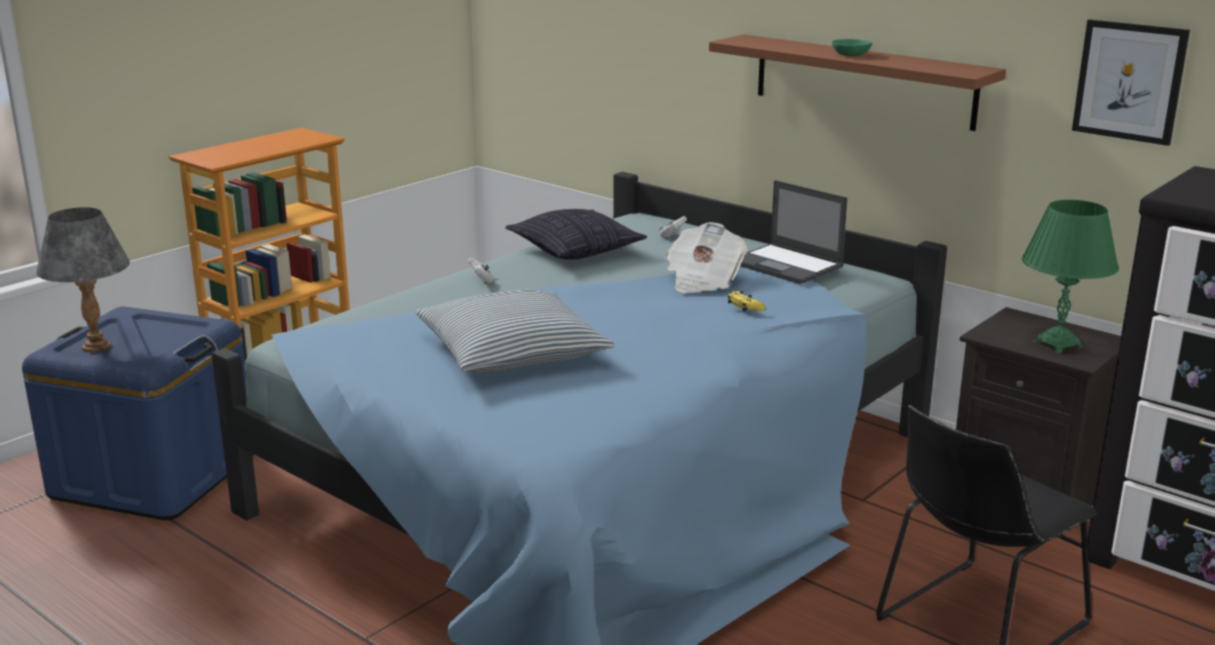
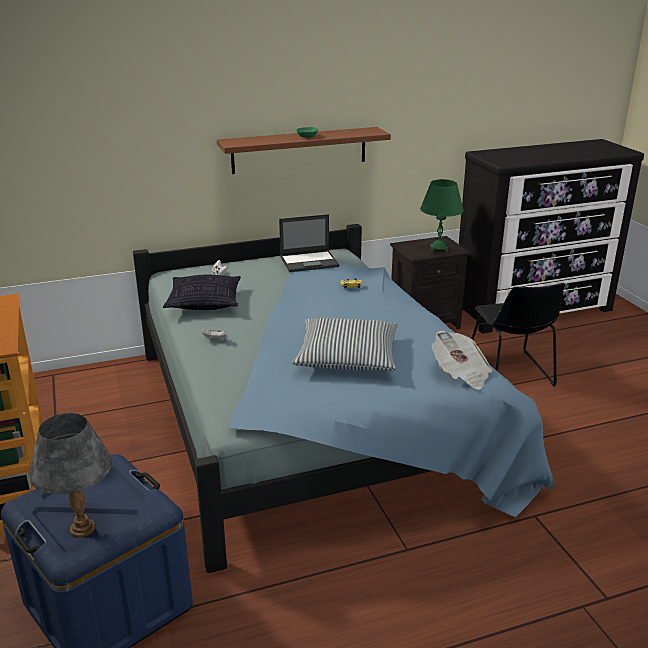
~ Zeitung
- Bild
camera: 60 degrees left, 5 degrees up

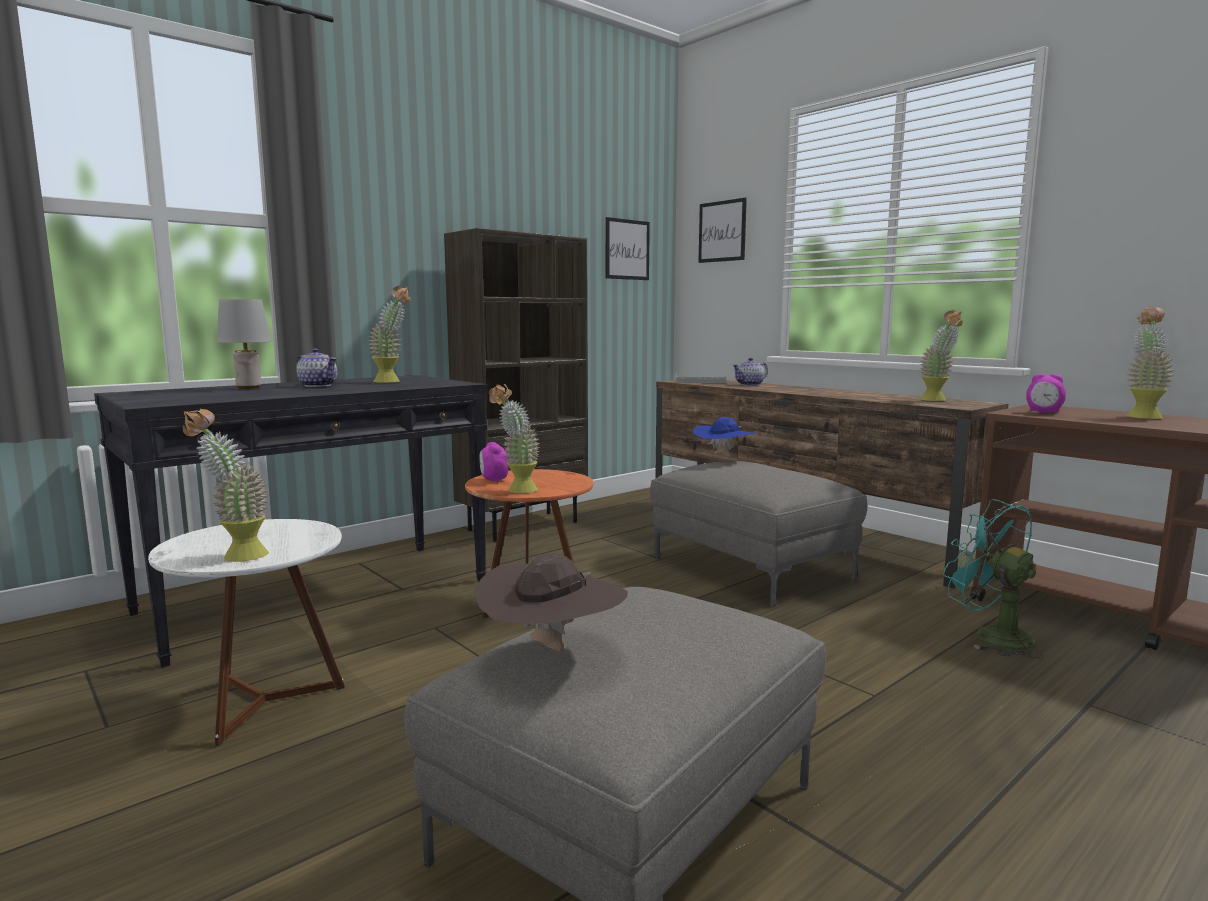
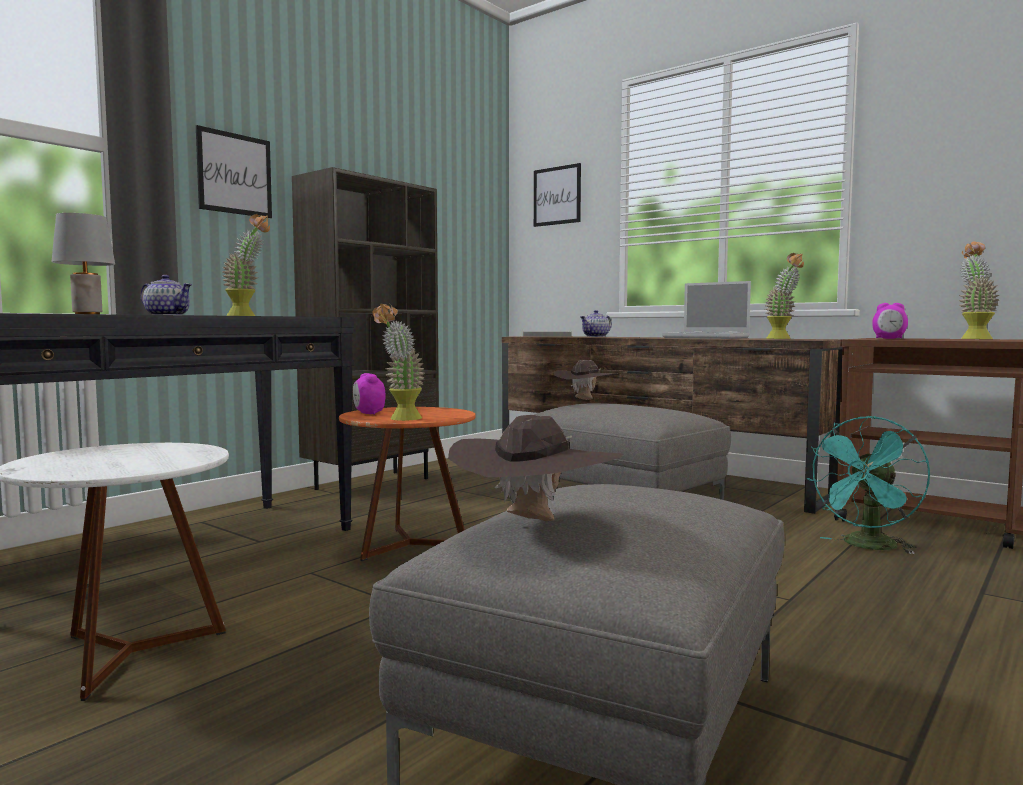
- Topfpflanze (no. 1 from left)
~ Bild (no. 1 from left)
~ Hut/blau to Hut/braun (no. 2 from left)
~ Ventilator/türkis 90 degrees counterclockwise
+ Laptop
camera: 10 degrees left, 5 degrees down

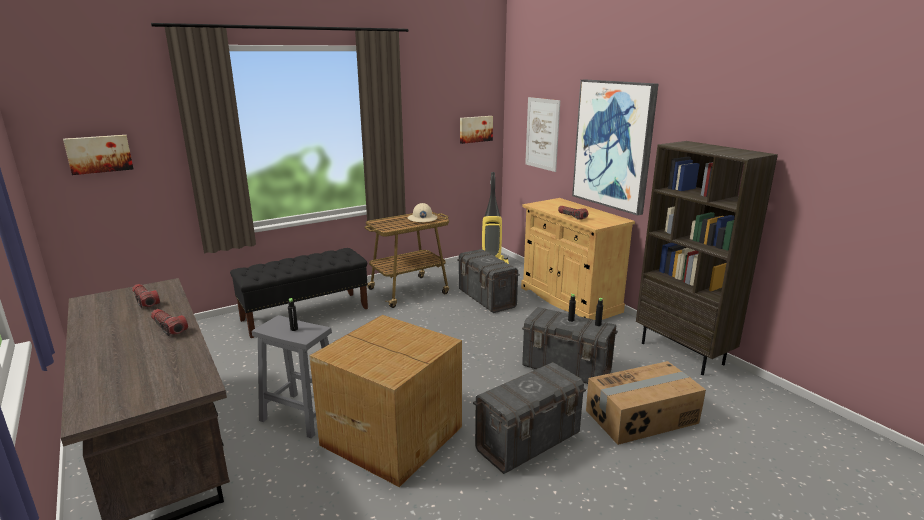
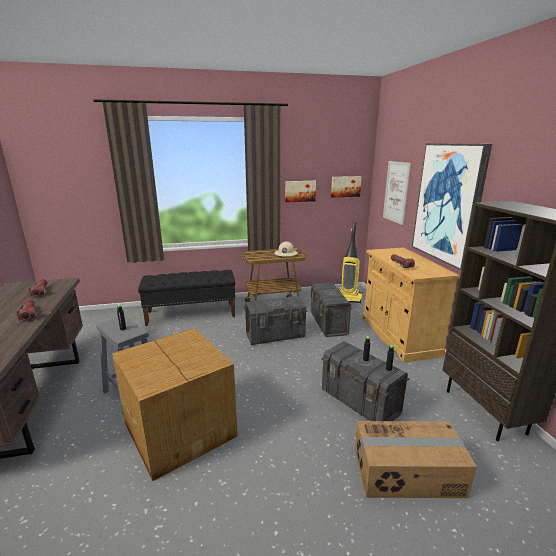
~ Bild (no. 1 from left)
~ Aufbewahrungsbox/grau (no. 2 from left in the first image) to Aufbewahrungsbox/grau (no. 1 from left)
camera: 20 degrees right, 0 degrees up

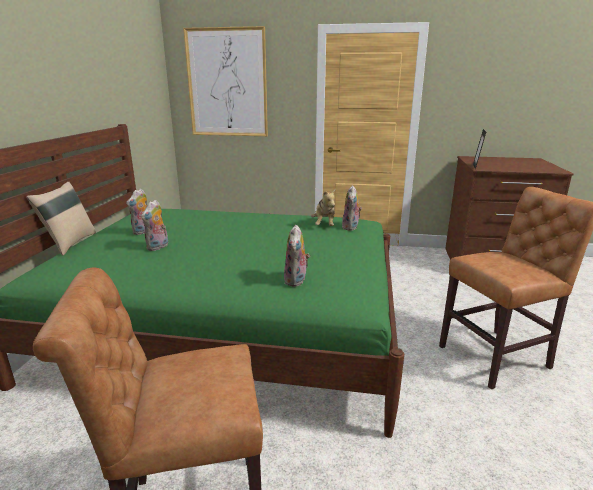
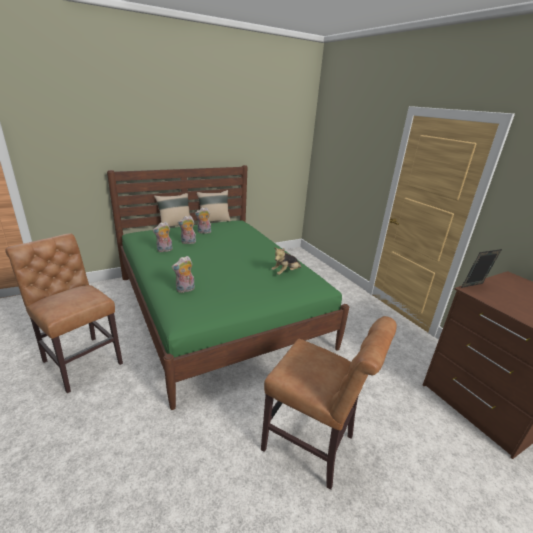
- Bild
~ Plüschtier (no. 5 from left in the first image) to Plüschtier (no. 1 from left)
+ Kissen/beige (no. 2 from left)
camera: 50 degrees right, 5 degrees up

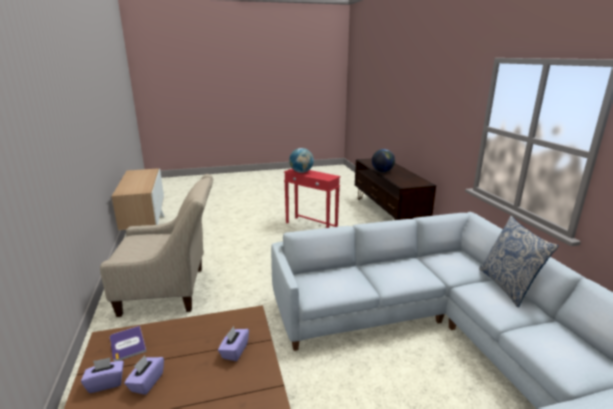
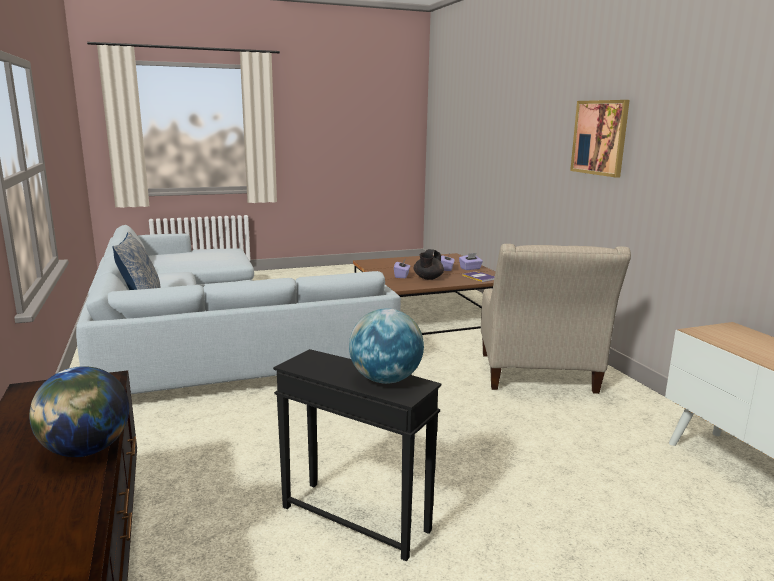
~ Sessel/beige 75 degrees counterclockwise
~ Beistelltisch/rot to Beistelltisch/schwarz
+ Teekanne/schwarz
+ Bild
camera: 175 degrees right, 5 degrees down

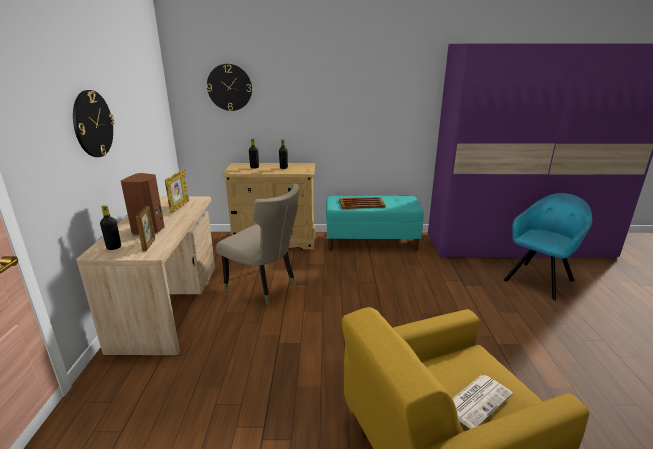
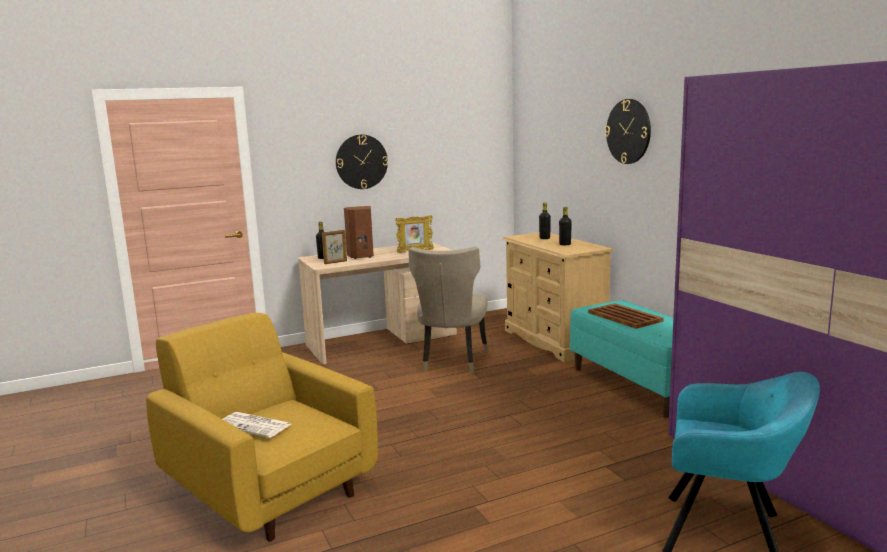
~ Wanduhr (no. 2 from left)
camera: 65 degrees right, 10 degrees down

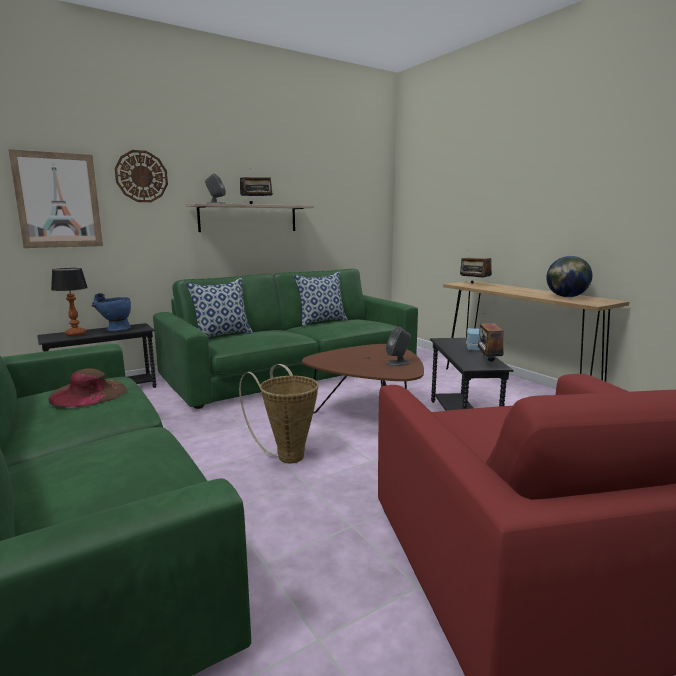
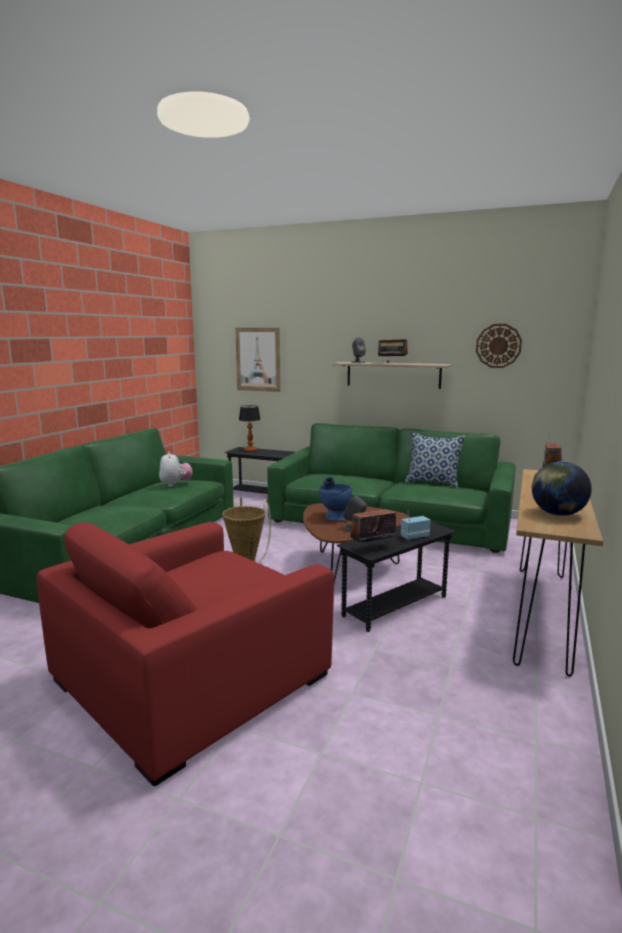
~ Hut/braun to Plüschtier
~ Vase/blau
~ Wanduhr
- Kissen (no. 1 from left)
camera: 55 degrees right, 0 degrees up

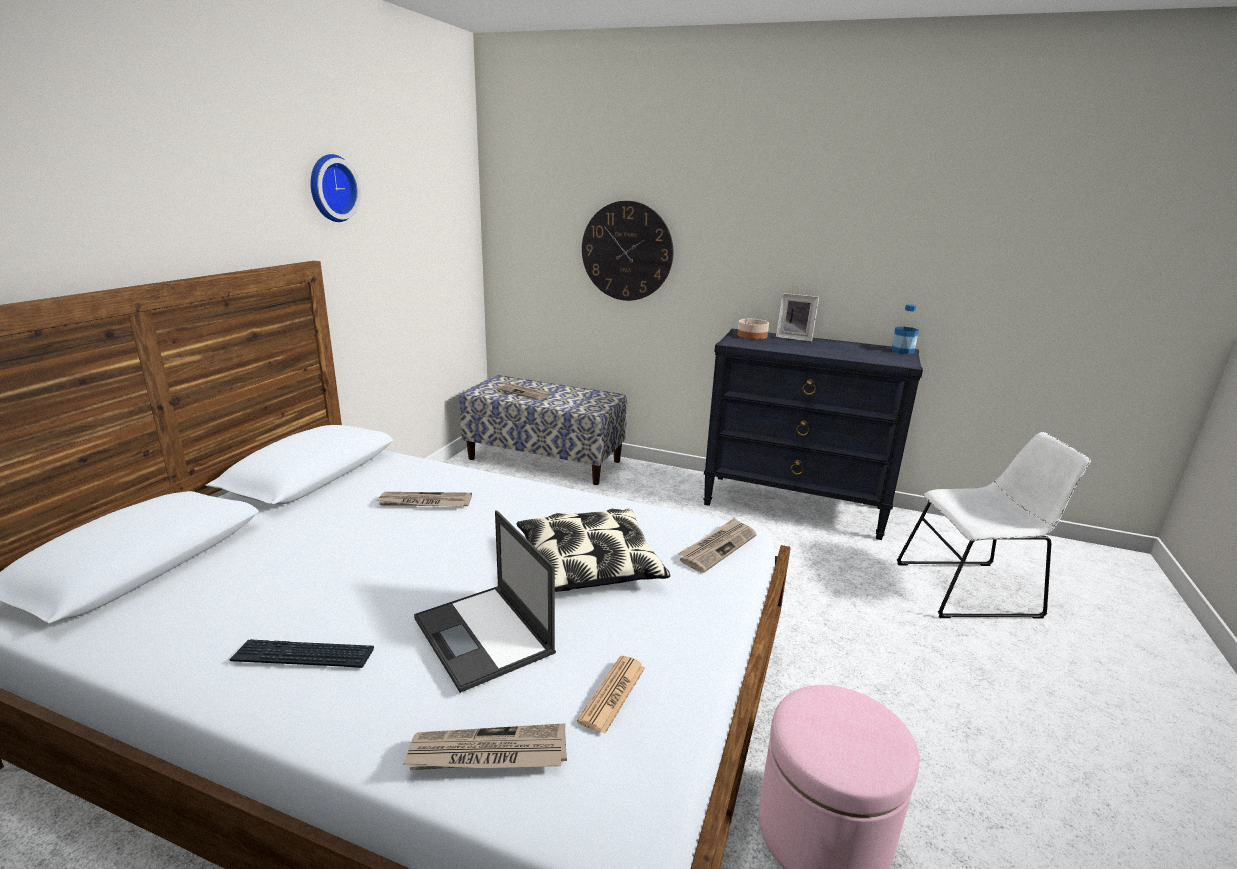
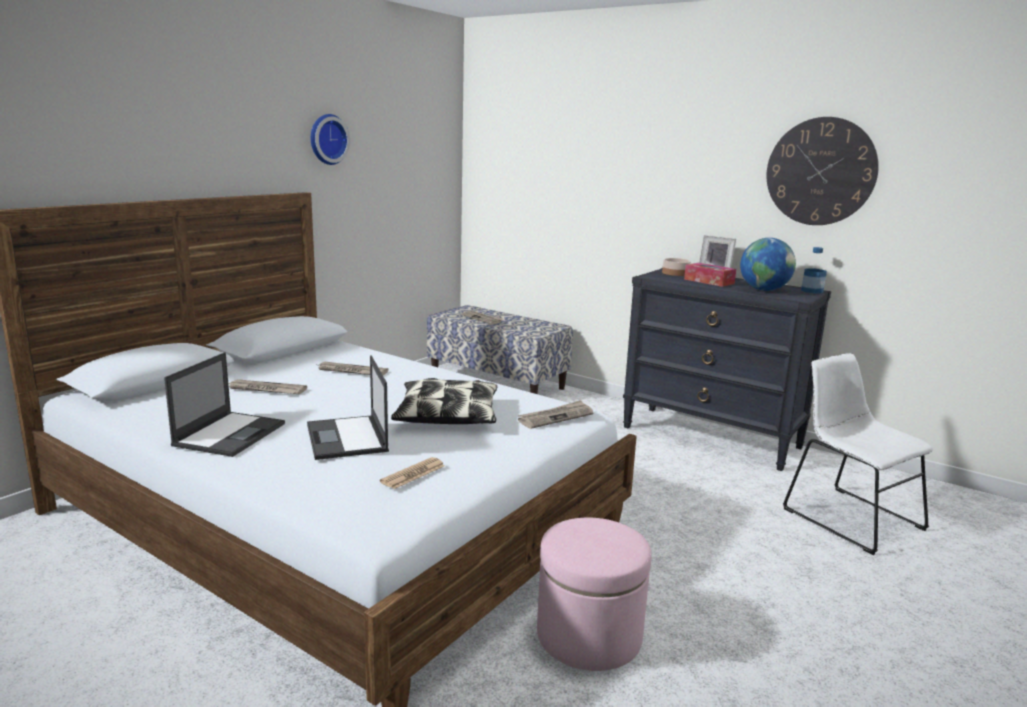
~ Tastatur to Laptop (no. 1 from left)
~ Zeitung (no. 2 from left in the first image) to Zeitung (no. 1 from left)
~ Wanduhr (no. 2 from left)
~ Stuhl/weiß 135 degrees counterclockwise
+ Taschentuchbox
+ Globus
camera: 15 degrees right, 5 degrees down

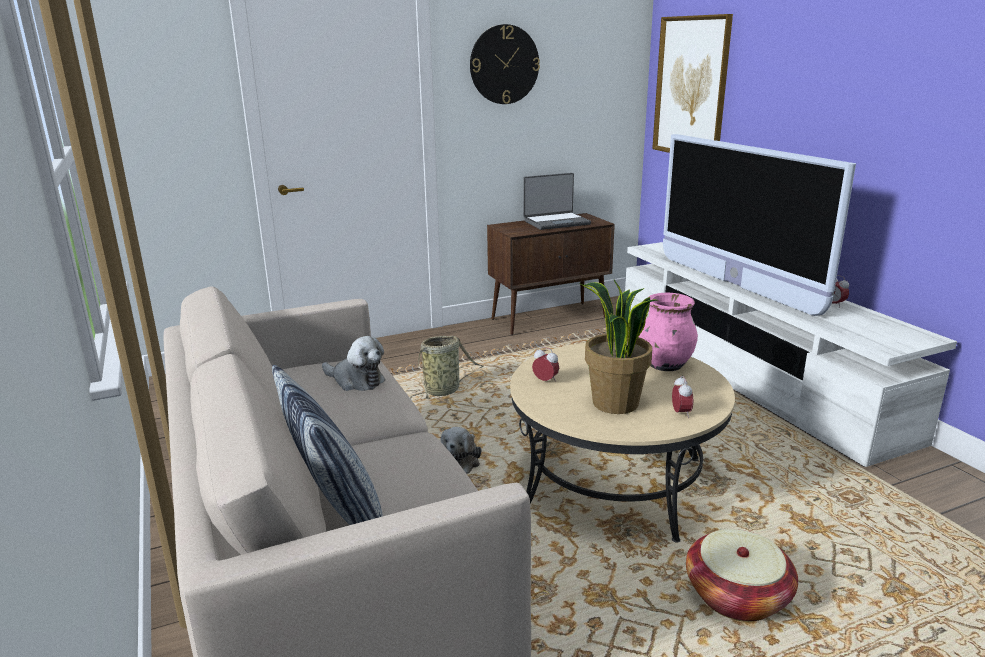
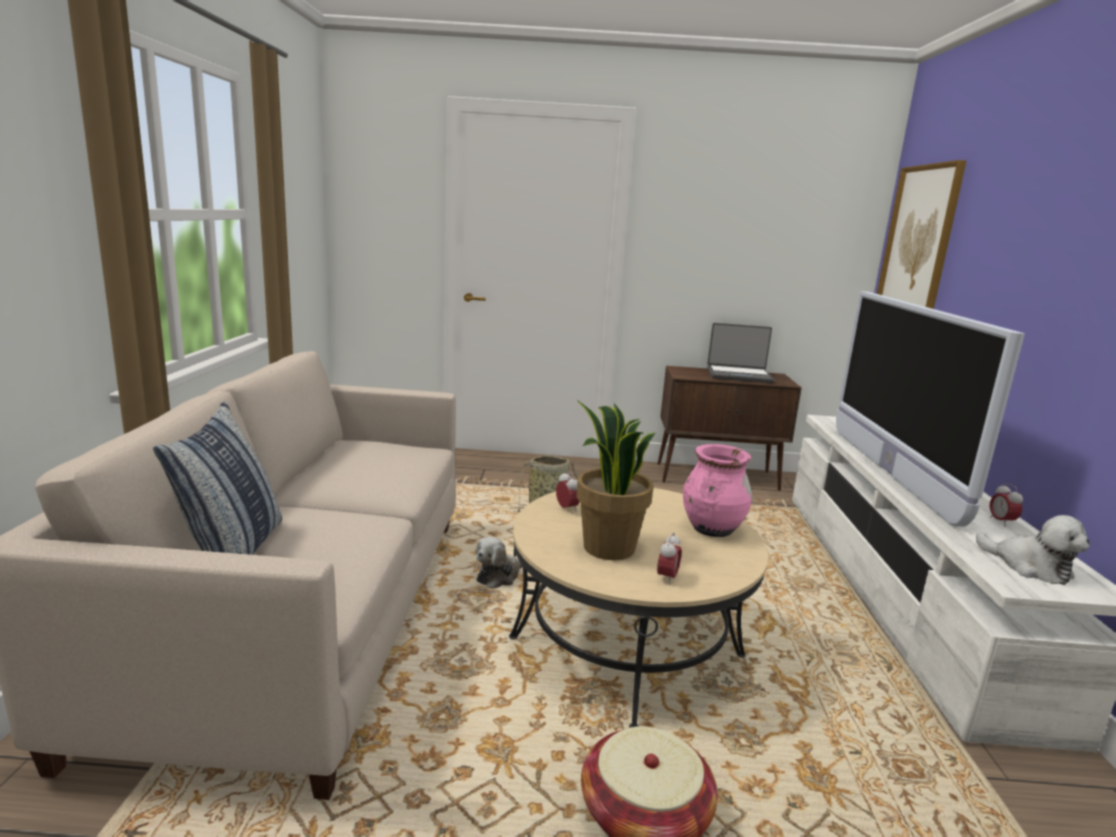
~ Plüschtier (no. 1 from left in the first image) to Plüschtier (no. 2 from left)
- Wanduhr
camera: 25 degrees right, 5 degrees down

